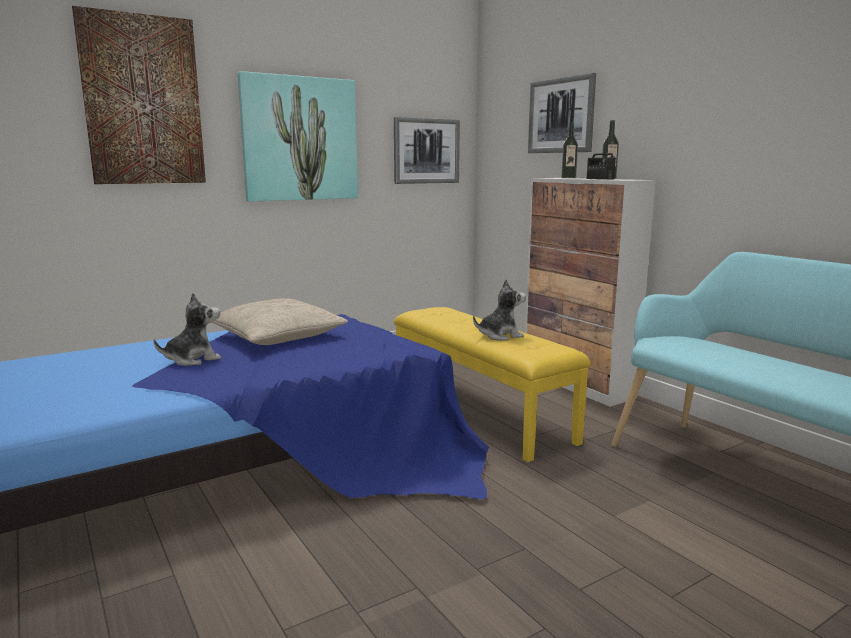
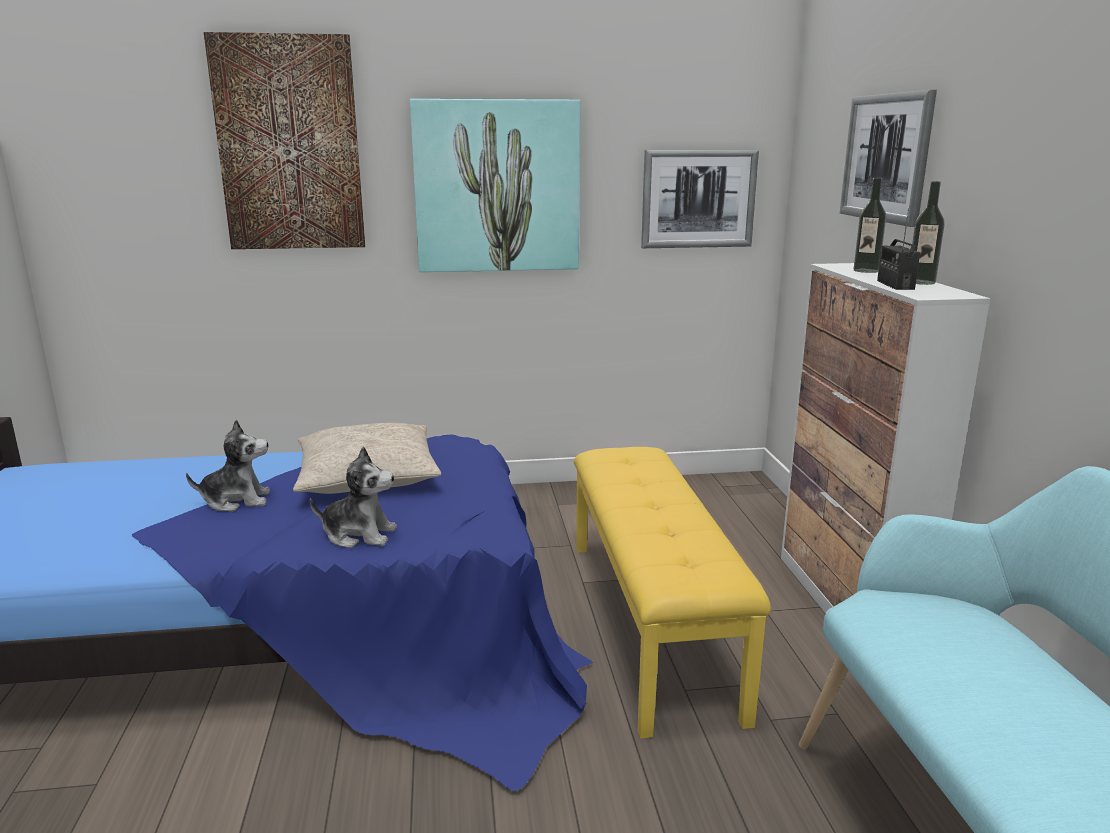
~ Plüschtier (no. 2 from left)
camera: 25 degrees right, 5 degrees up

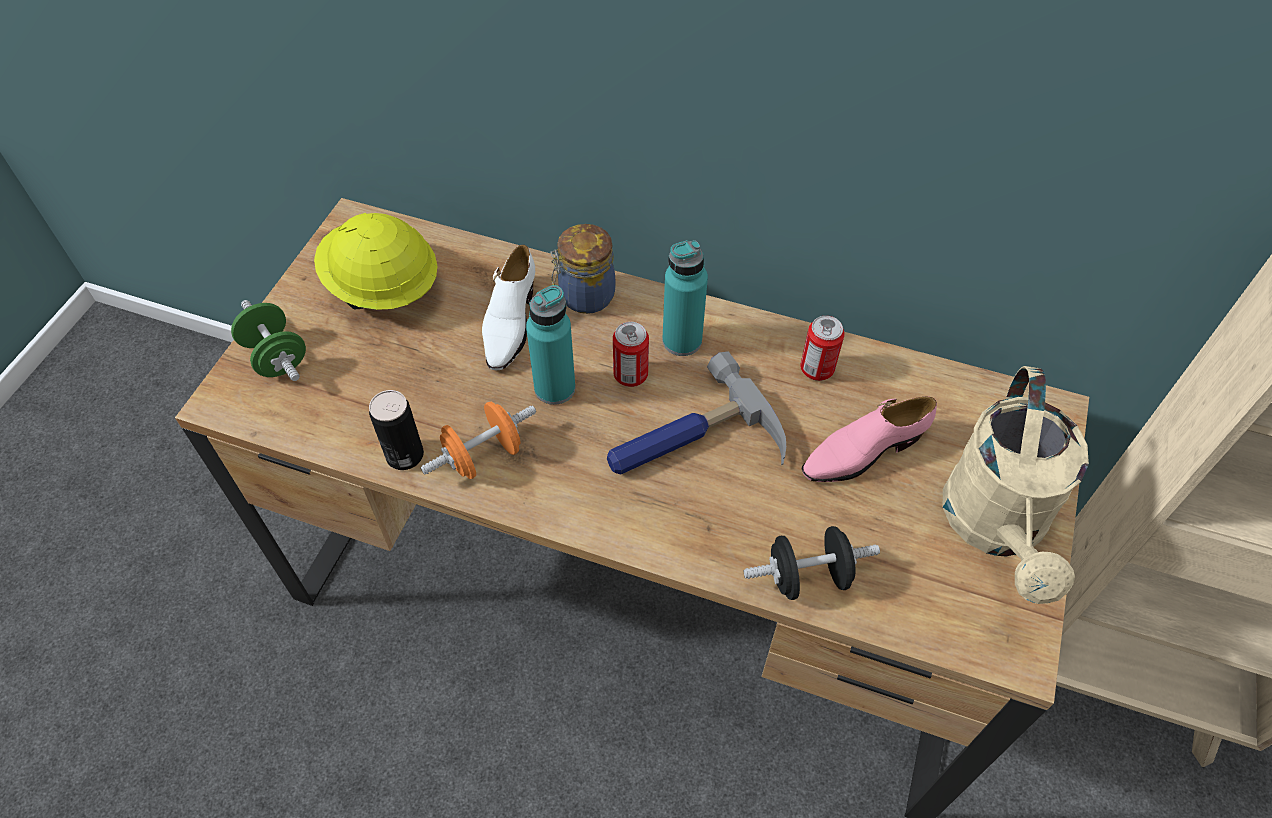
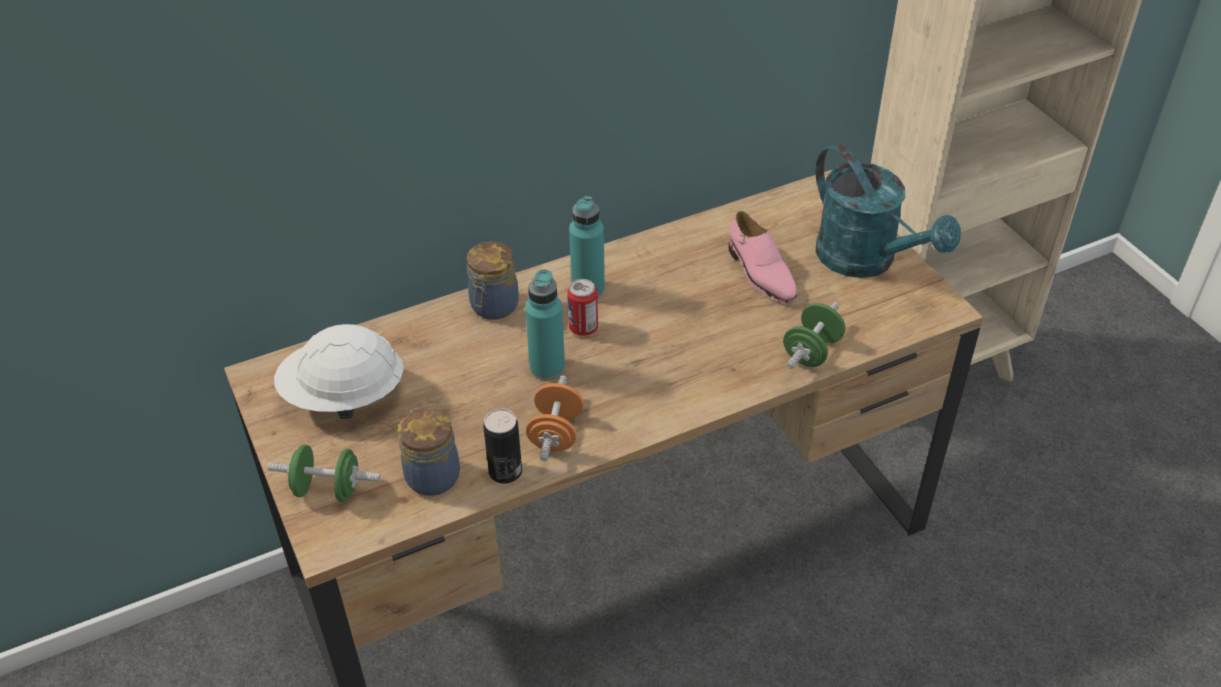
~ Schutzhelm/gelb to Schutzhelm/weiß
- Schuh/weiß
- Hammer
~ Hantel/schwarz to Hantel/grün (no. 2 from left)
- Dose (no. 3 from left)
~ Schuh/rosa 45 degrees counterclockwise
~ Gießkanne/beige to Gießkanne/türkis
+ Vorratsglas (no. 1 from left)
camera: 45 degrees left, 10 degrees down

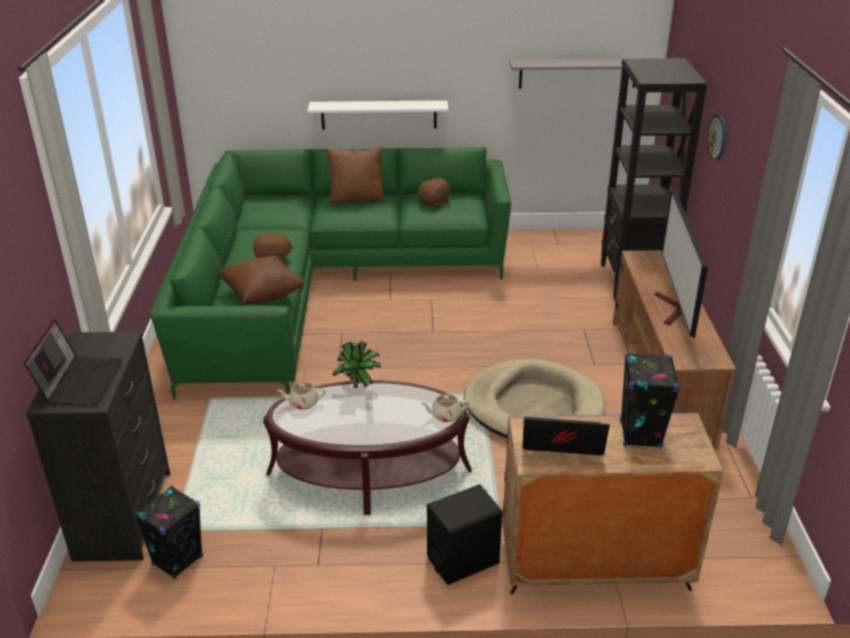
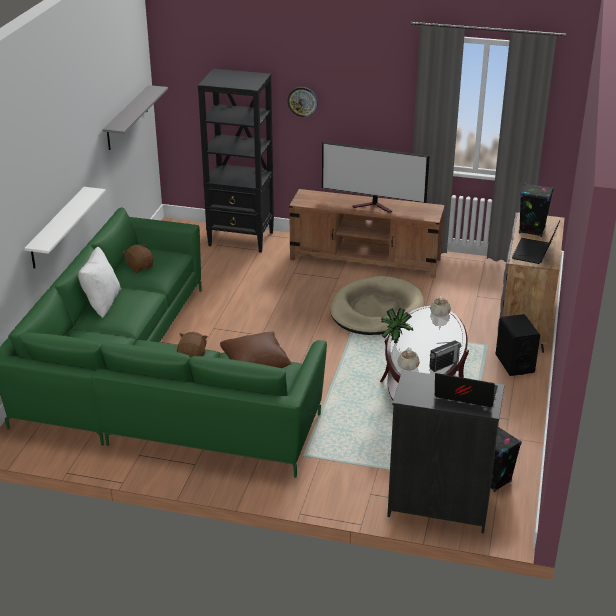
~ Kissen/braun (no. 2 from left) to Kissen/weiß
+ Radio
camera: 75 degrees left, 0 degrees up

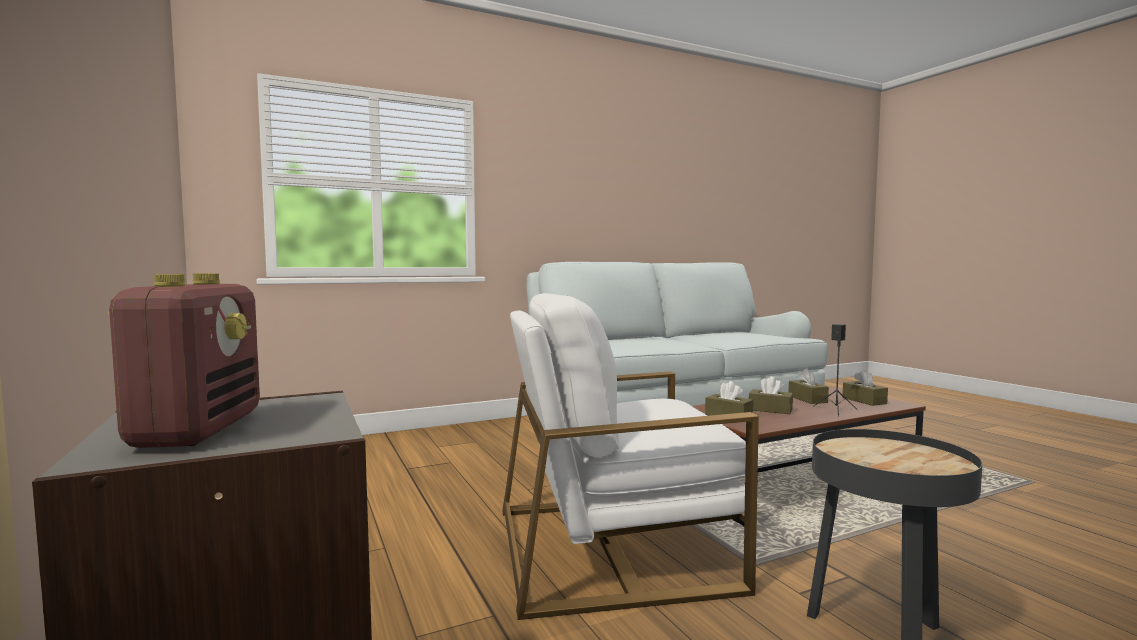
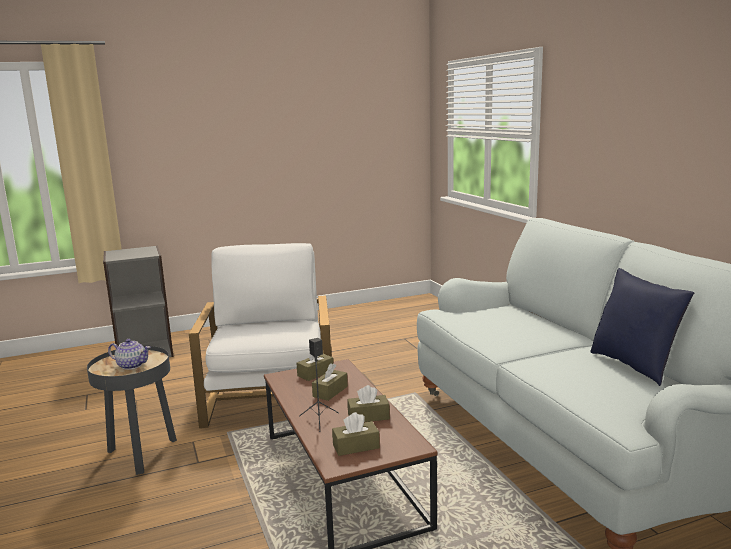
- Radio
+ Teekanne
+ Kissen/blau
camera: 95 degrees right, 10 degrees up

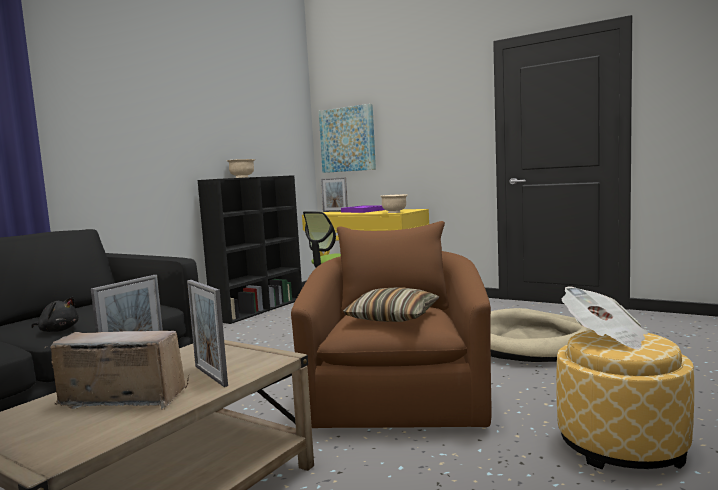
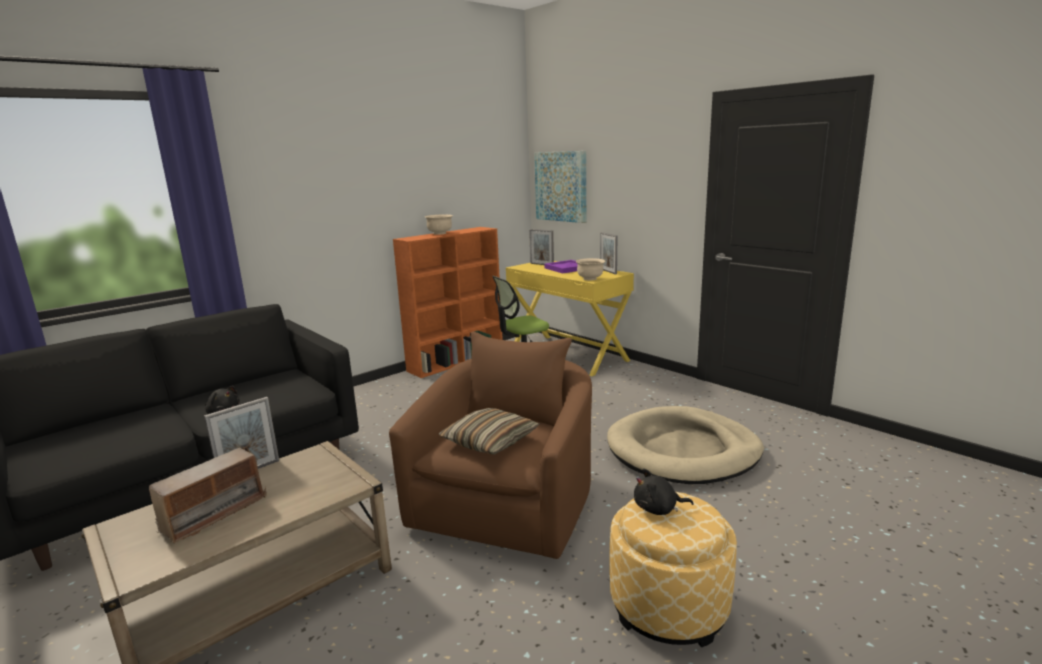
~ Radio 105 degrees clockwise
~ Bilderrahmen (no. 2 from left in the first image) to Bilderrahmen (no. 3 from left)
~ Bücherregal/schwarz to Bücherregal/orange
~ Zeitung to Plüschtier/schwarz (no. 2 from left)
camera: 15 degrees right, 10 degrees up

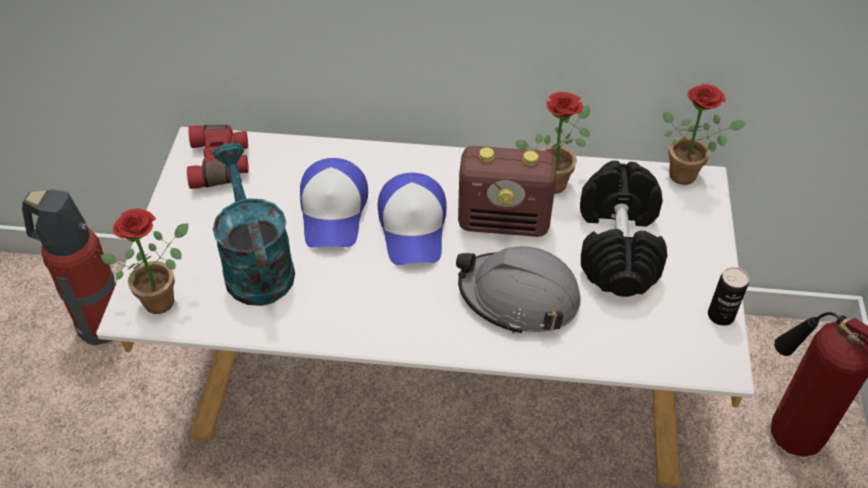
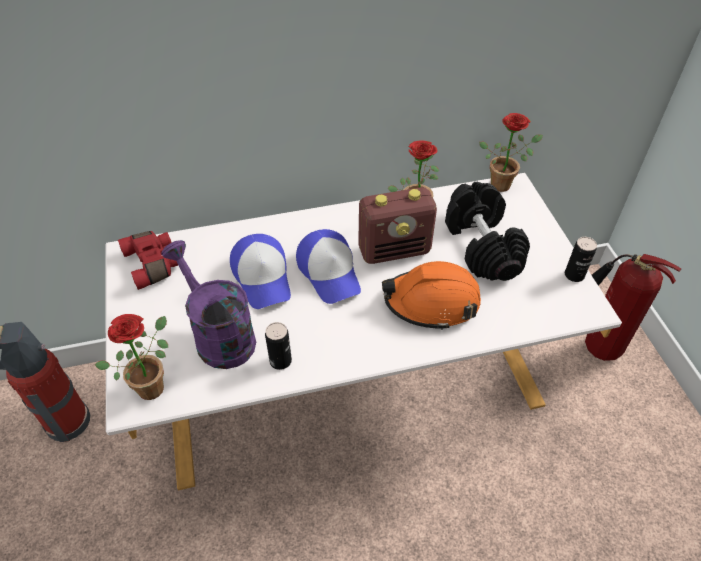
~ Gießkanne/türkis to Gießkanne/lila
~ Schutzhelm/grau to Schutzhelm/orange
+ Dose (no. 1 from left)
camera: 20 degrees left, 0 degrees up

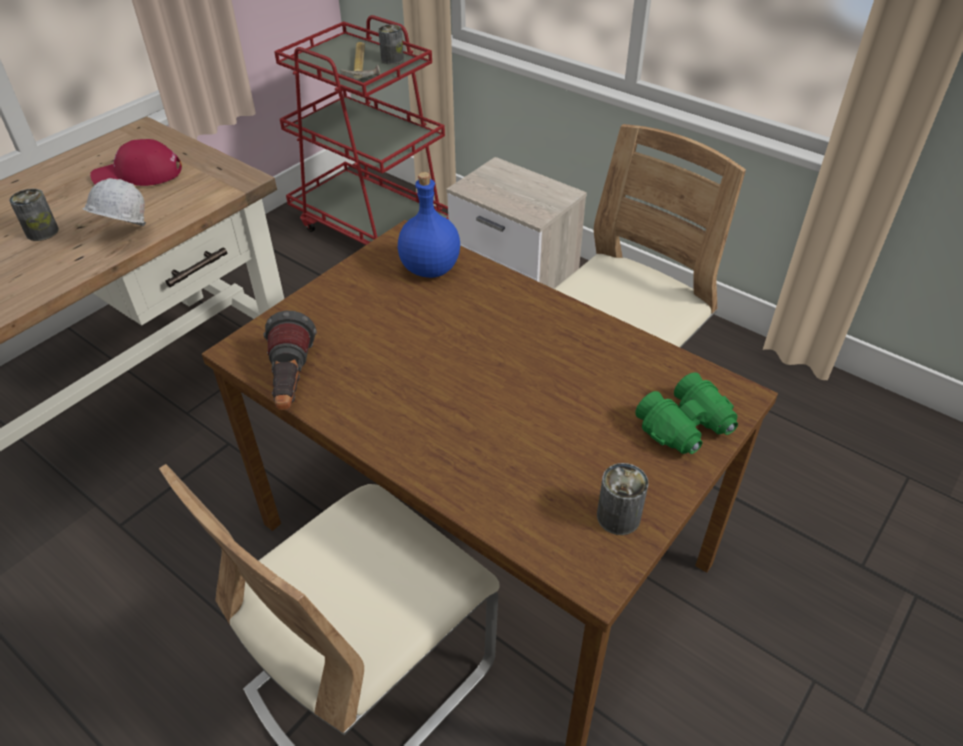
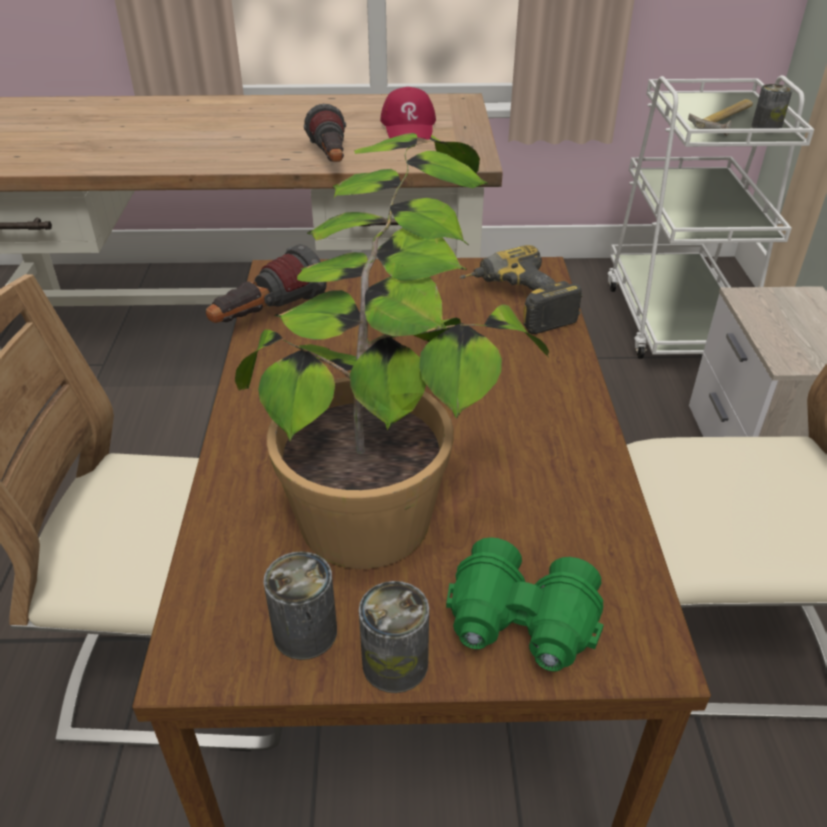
~ Dose (no. 1 from left in the first image) to Dose (no. 2 from left)
~ Schutzhelm/weiß to Taschenlampe (no. 2 from left)
~ Kappe/rot 135 degrees counterclockwise
~ Rollwagen/rot to Rollwagen/weiß
~ Flasche/blau to Bohrmaschine
+ Topfpflanze
camera: 50 degrees right, 5 degrees down

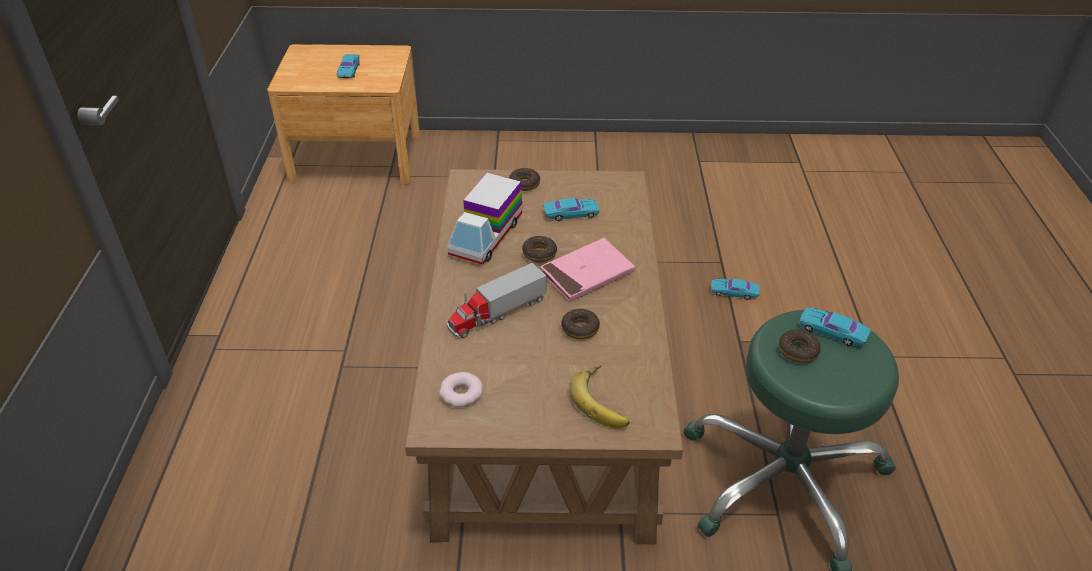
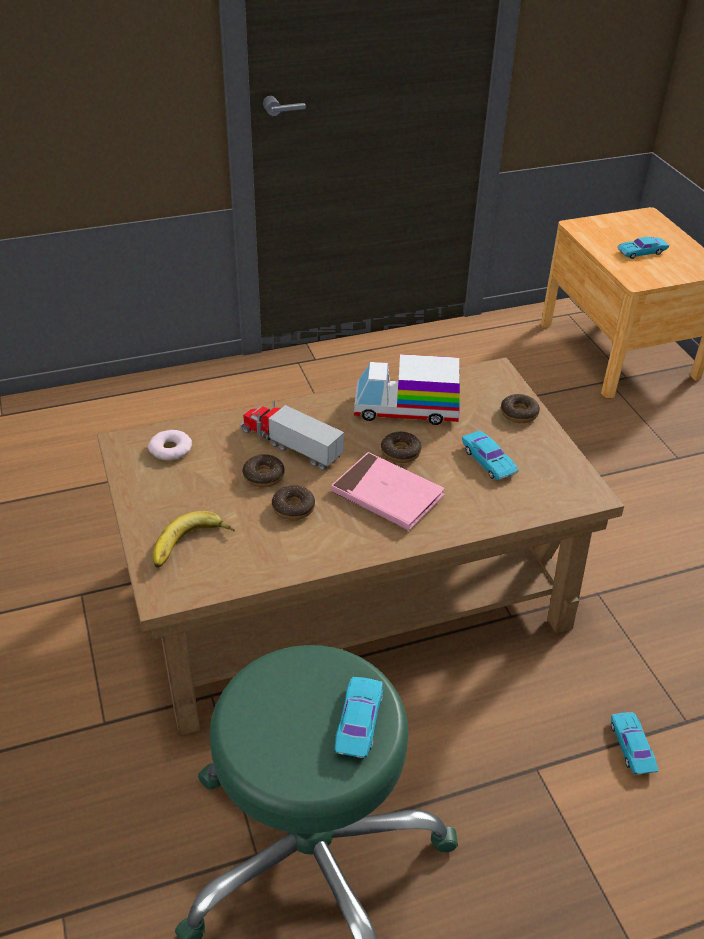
~ Donut (no. 5 from left in the first image) to Donut (no. 2 from left)
camera: 70 degrees right, 0 degrees up

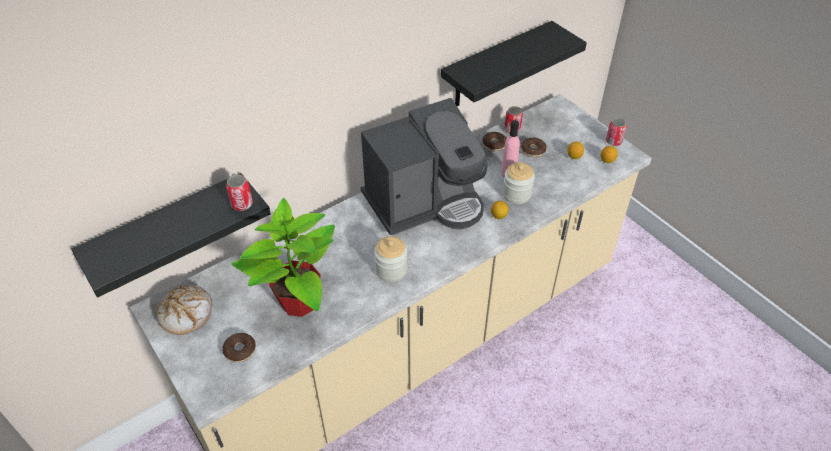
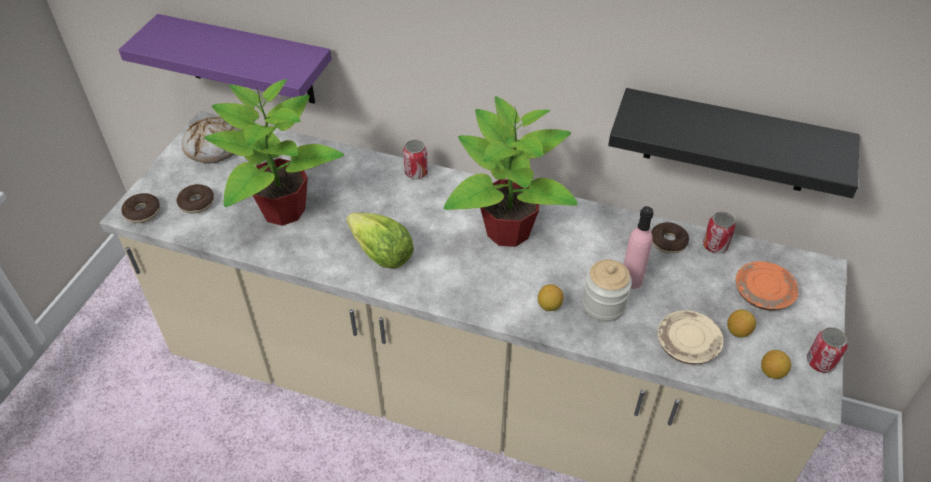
~ Wandregal/schwarz (no. 1 from left) to Wandregal/lila
~ Dose (no. 1 from left)
~ Kaffeemaschine to Topfpflanze (no. 2 from left)
~ Vorratsglas (no. 1 from left) to Salatkopf
~ Donut (no. 3 from left in the first image) to Donut (no. 1 from left)
+ Teller/beige
+ Teller/orange
camera: 55 degrees right, 0 degrees up

